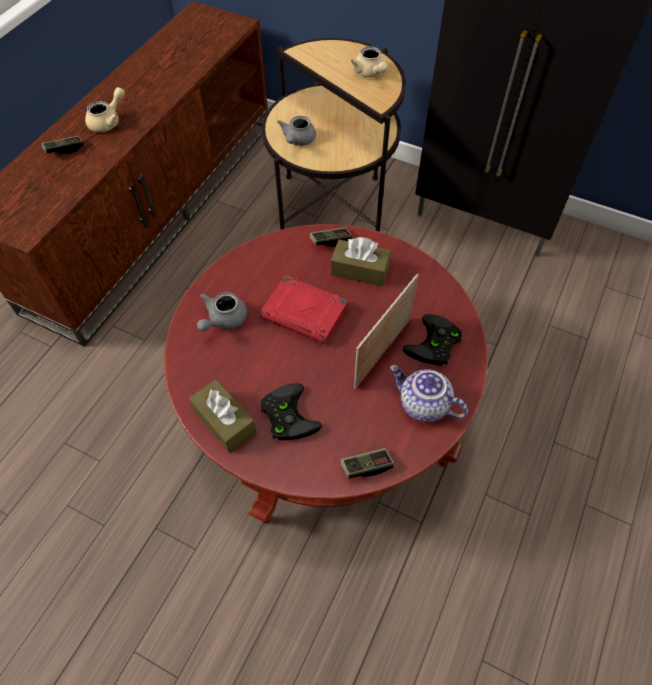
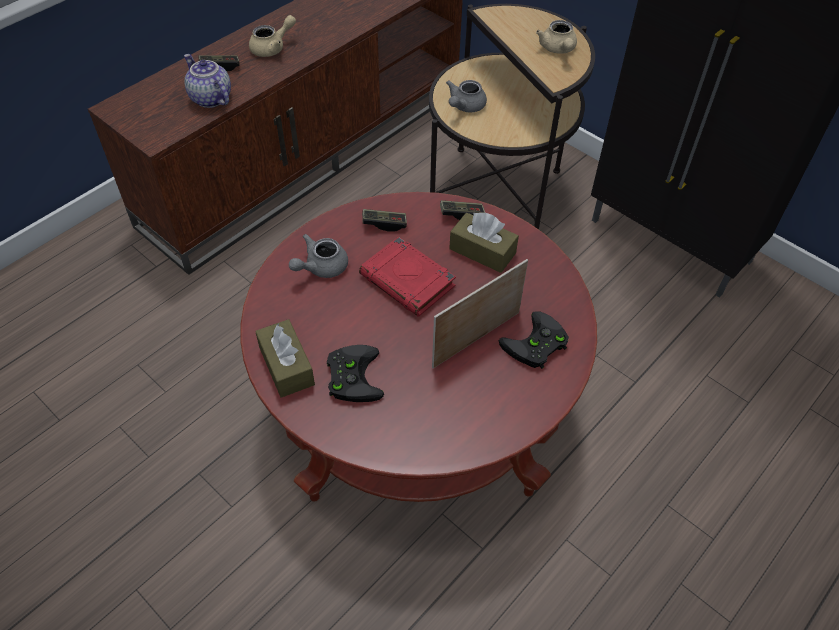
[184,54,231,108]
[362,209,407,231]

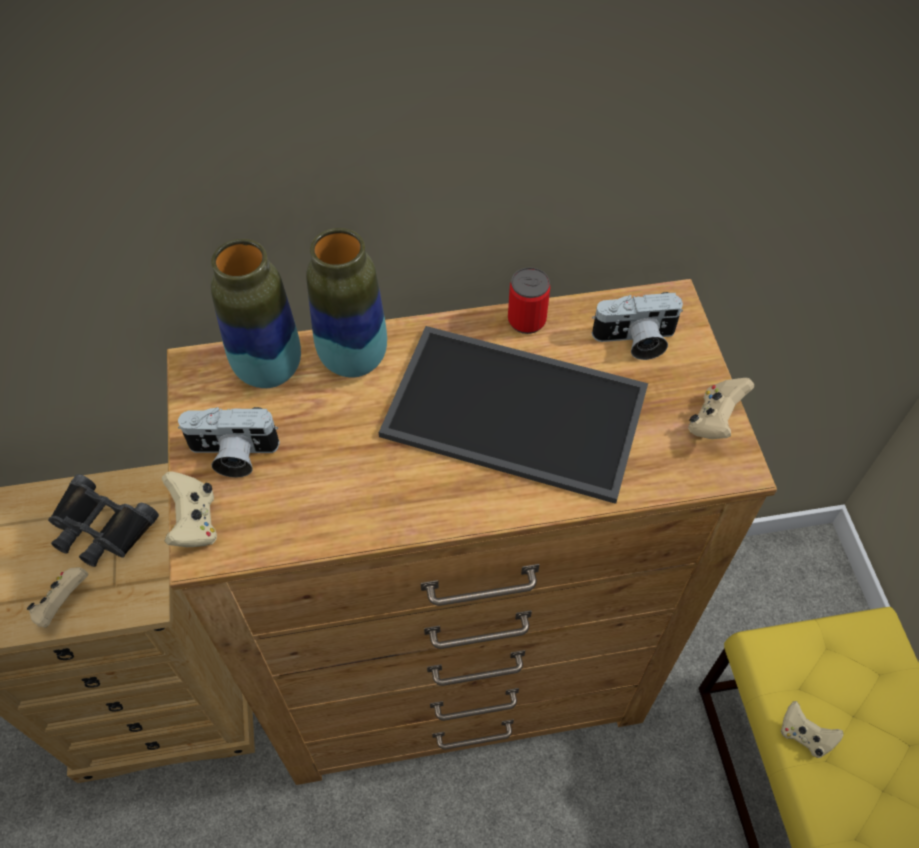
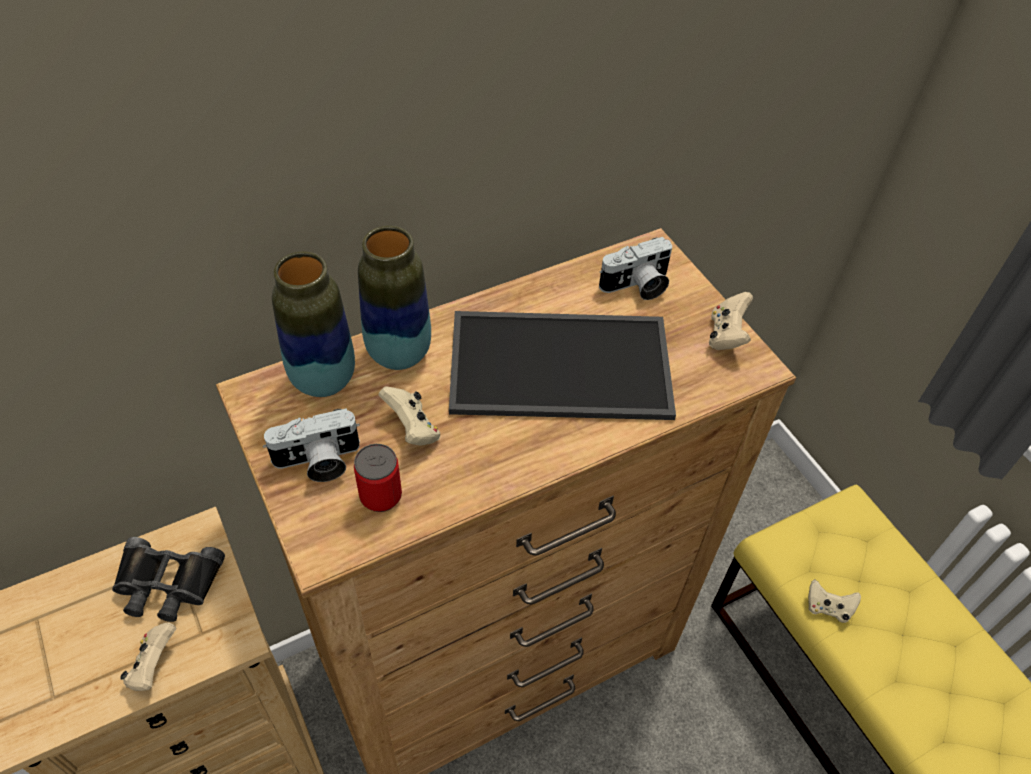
[354,444,402,512]
[378,386,440,446]

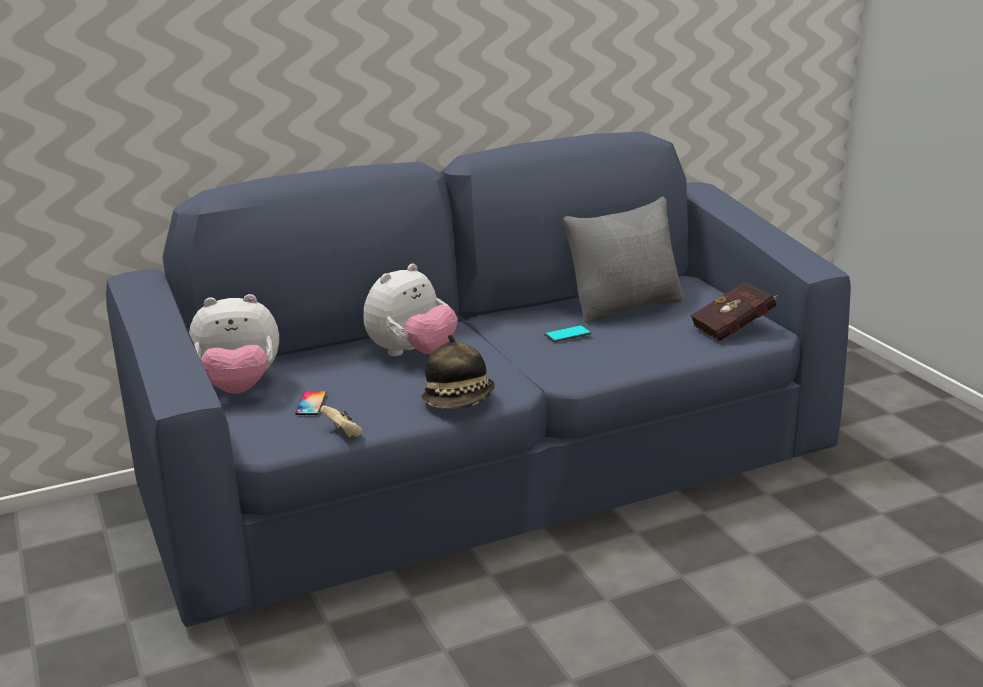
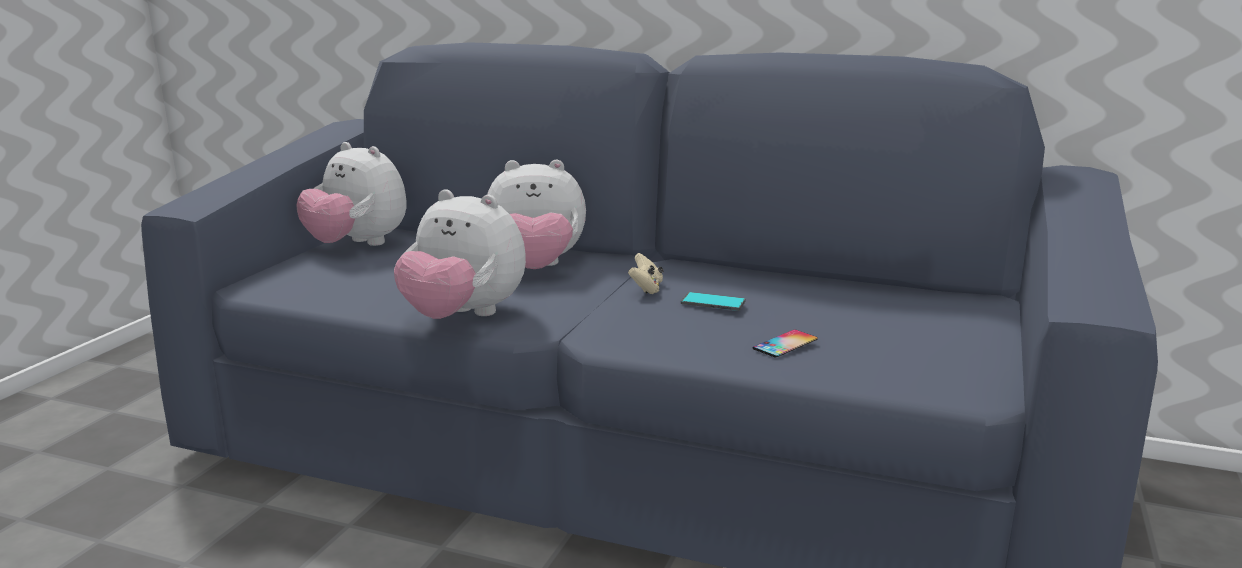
[394,189,526,319]
[628,253,664,294]
[753,329,818,358]
[563,197,684,323] (first image)
[690,282,778,341] (first image)

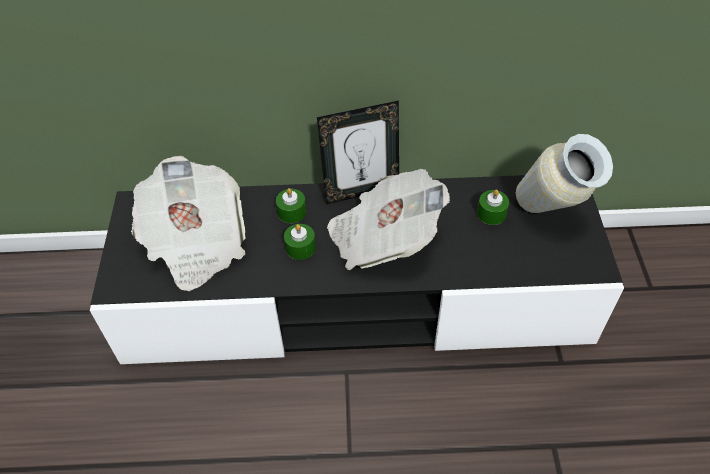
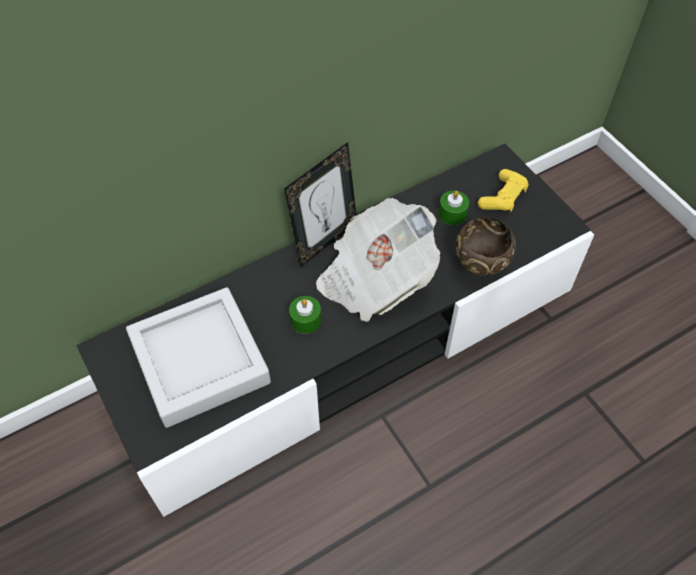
[126,287,271,428]
[456,217,516,276]
[478,169,528,212]
[276,188,306,223] (first image)

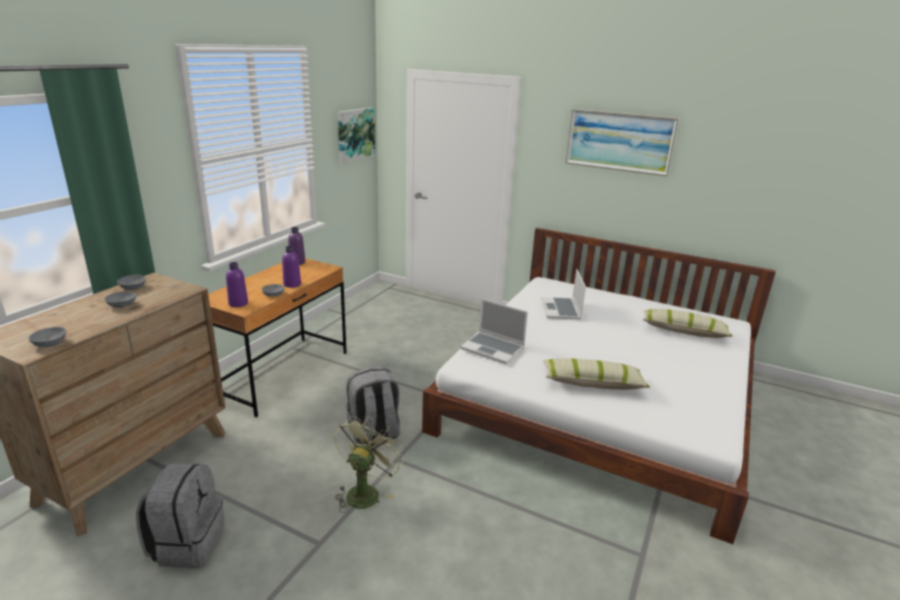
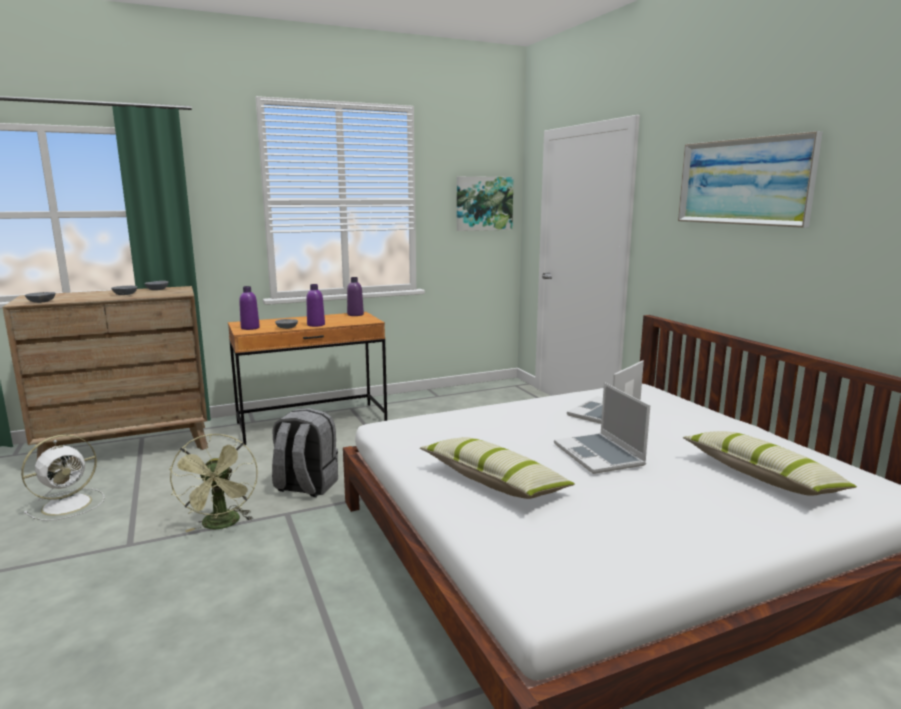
[21,435,105,521]
[169,433,258,532]
[554,382,651,474]

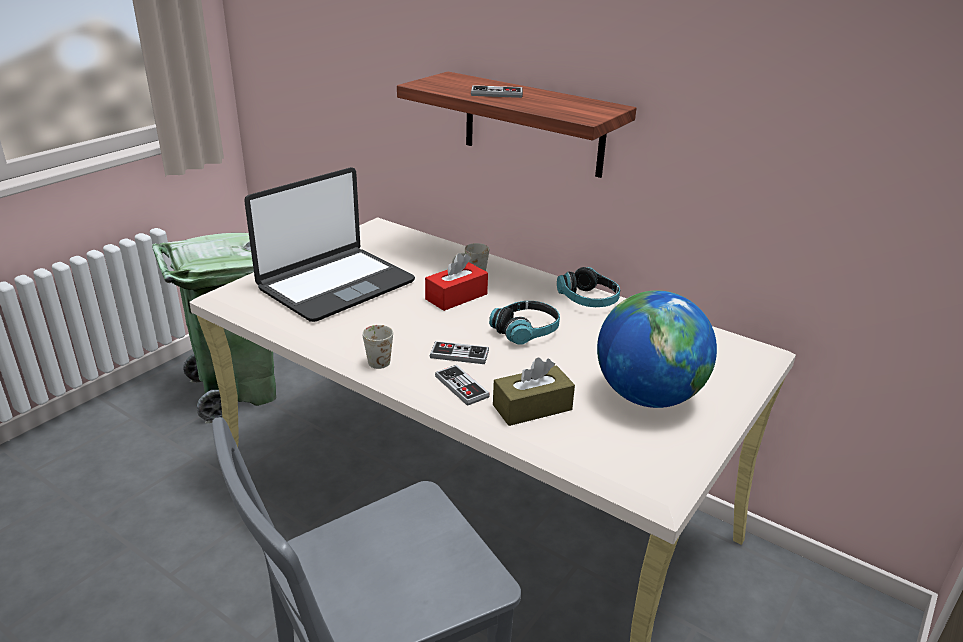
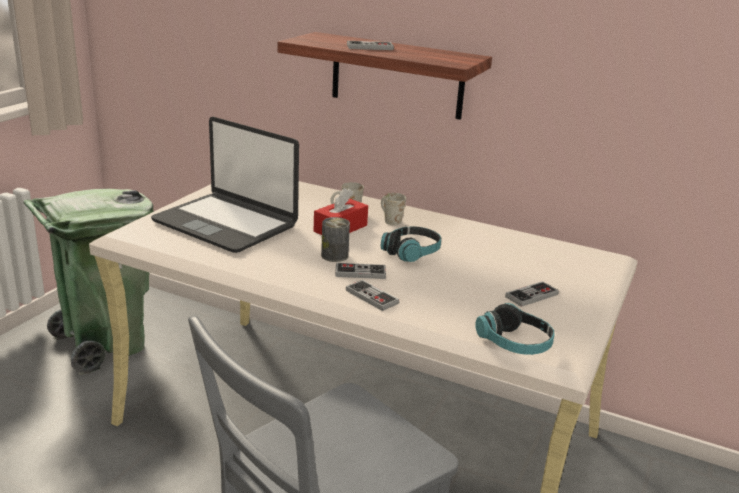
[151,117,299,253]
[321,217,350,262]
[381,193,406,225]
[475,303,555,355]
[505,281,559,307]
[493,358,575,426] (first image)

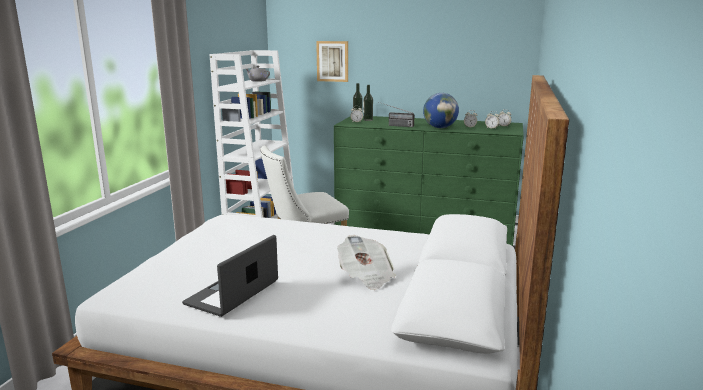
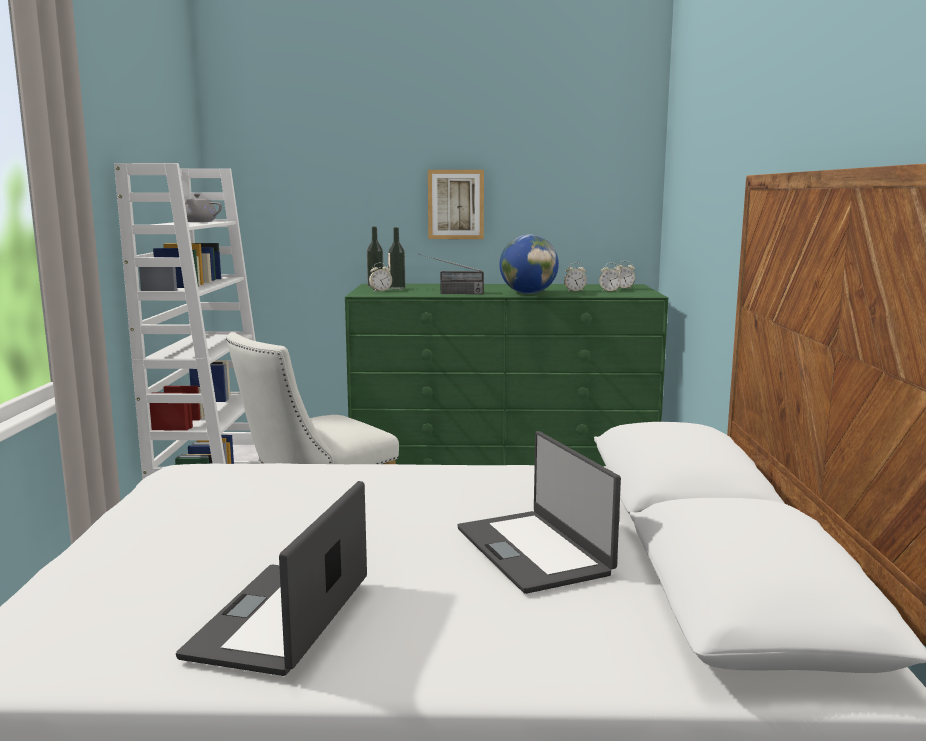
[428,170,484,239]
[458,431,621,594]

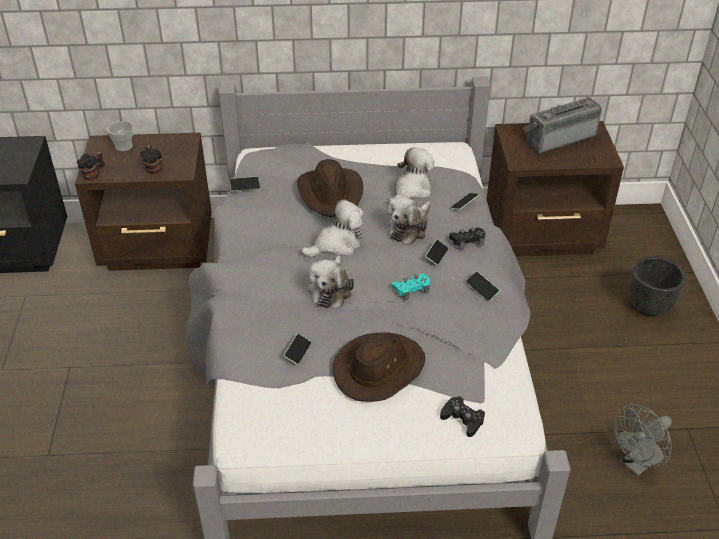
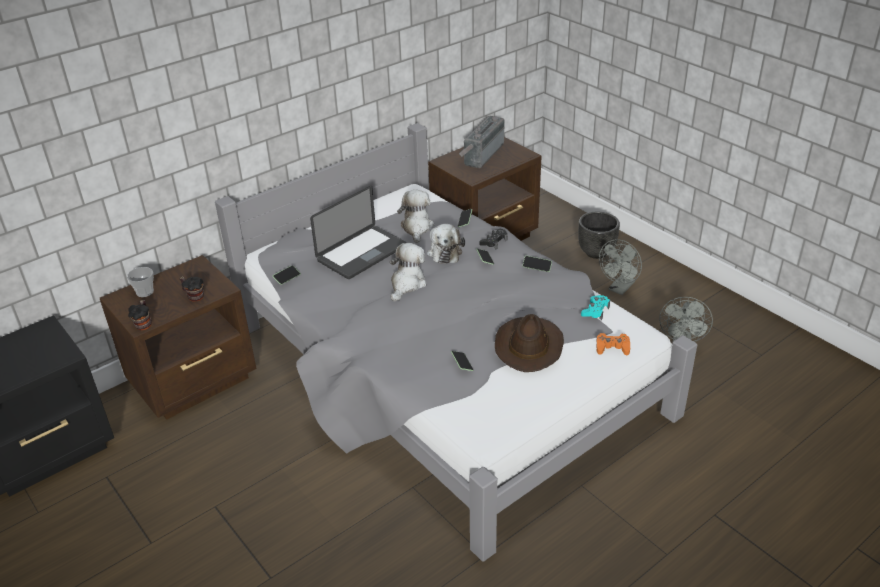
[310,186,407,279]
[581,295,610,320]
[597,333,630,356]
[599,239,642,295]
[308,256,354,309] (first image)

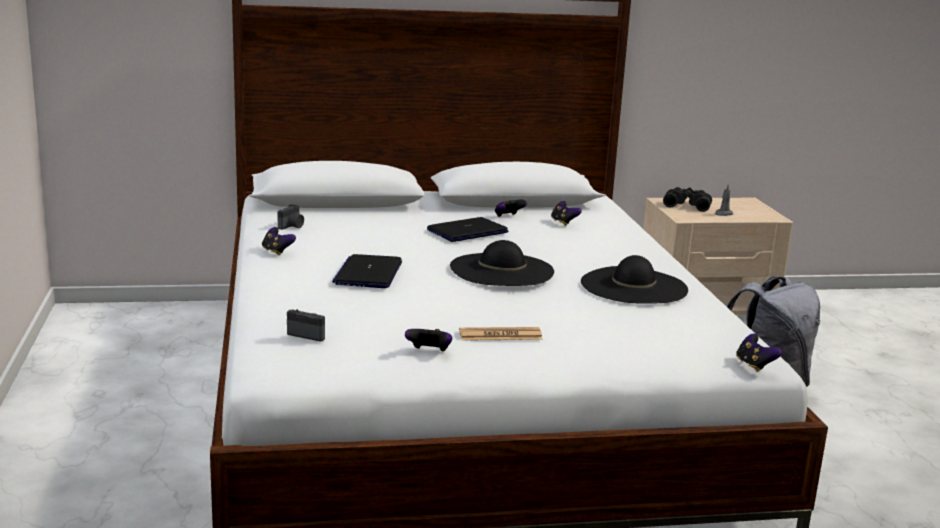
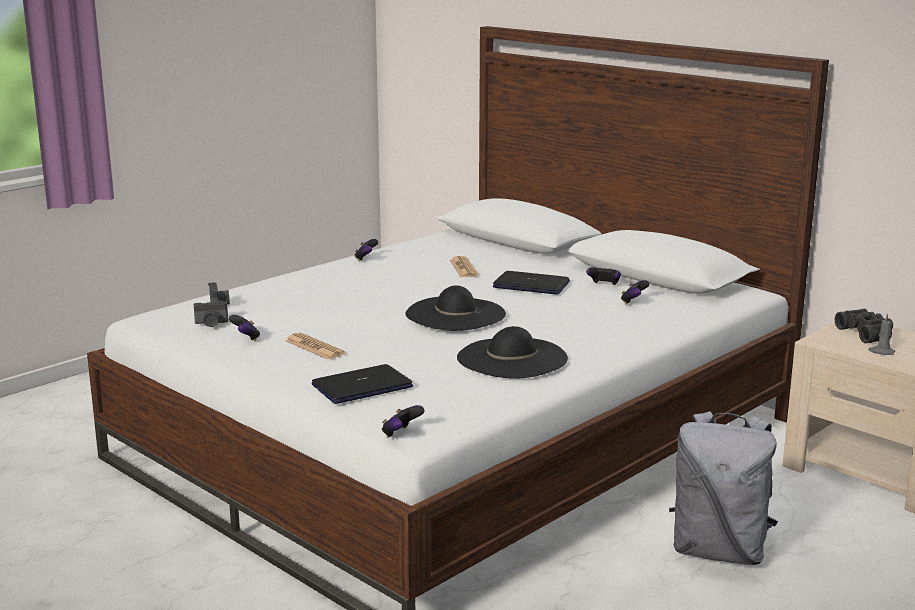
[194,300,228,327]
[312,364,413,404]
[450,256,478,277]

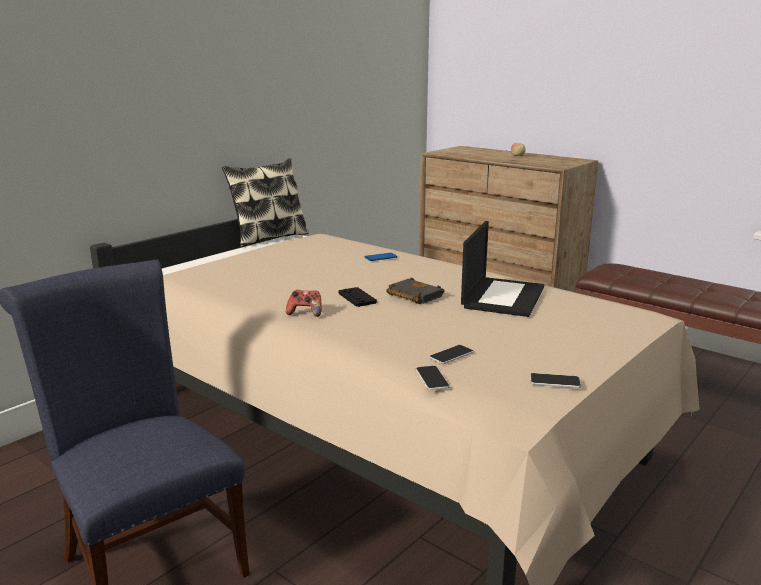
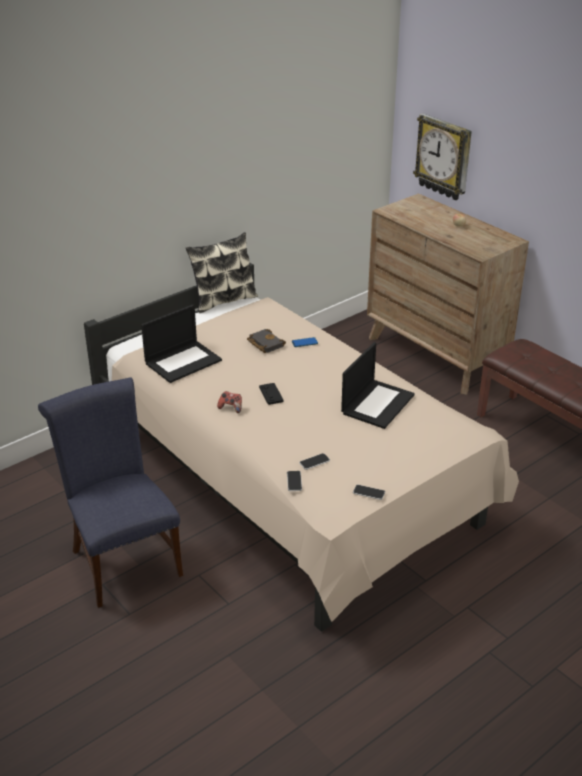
[141,305,222,383]
[247,329,286,353]
[413,114,472,200]

